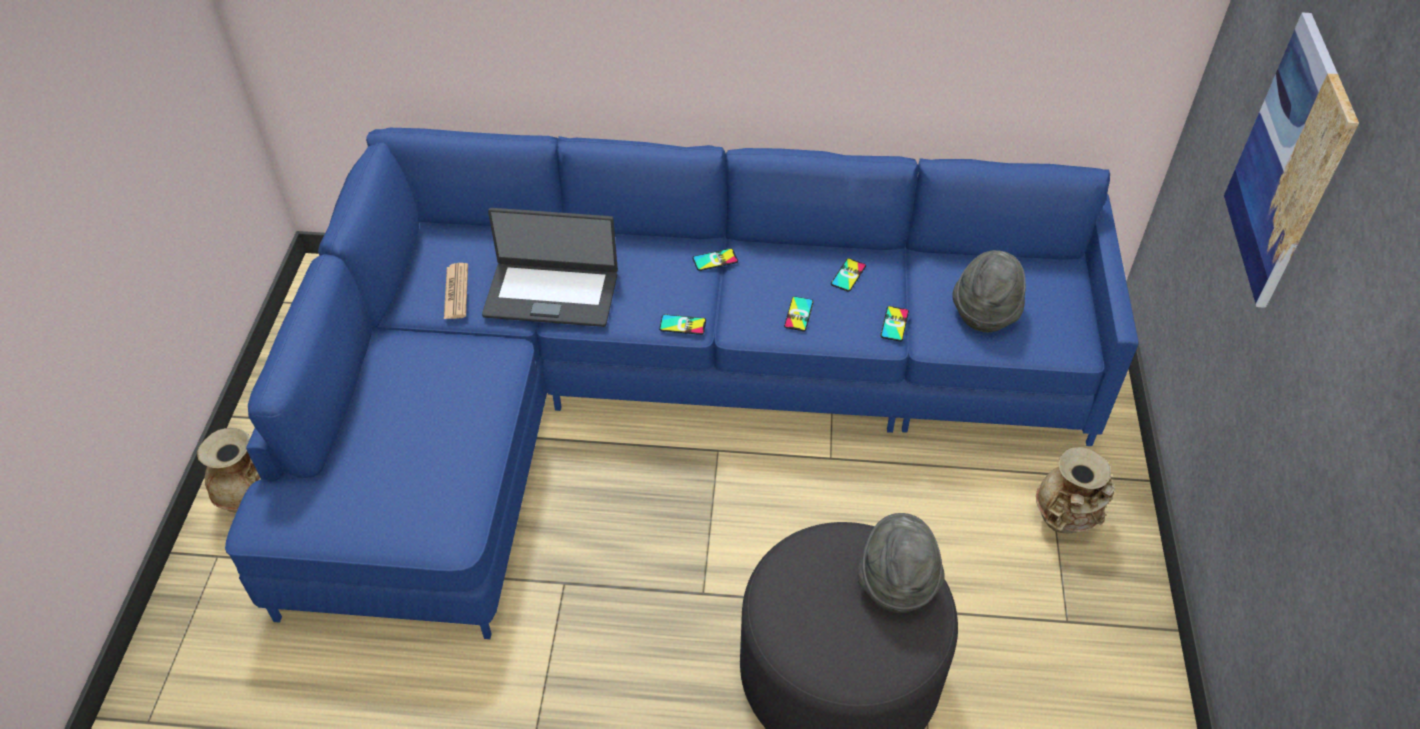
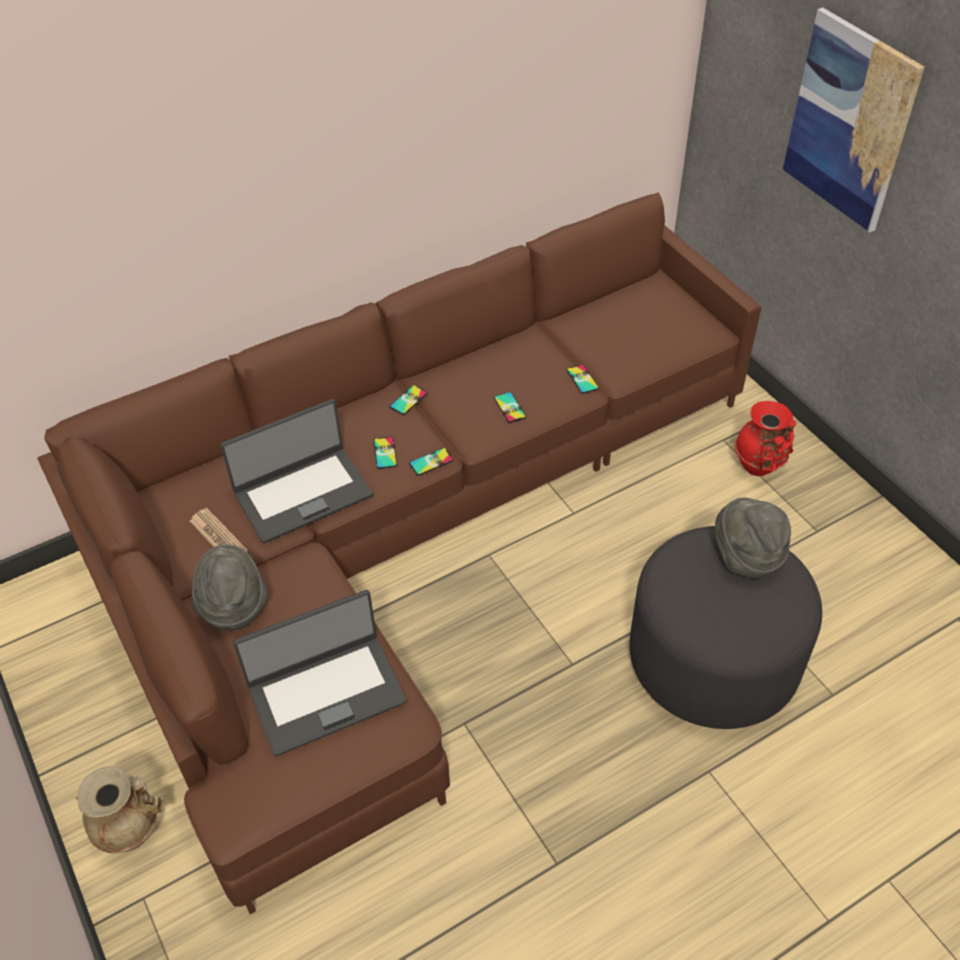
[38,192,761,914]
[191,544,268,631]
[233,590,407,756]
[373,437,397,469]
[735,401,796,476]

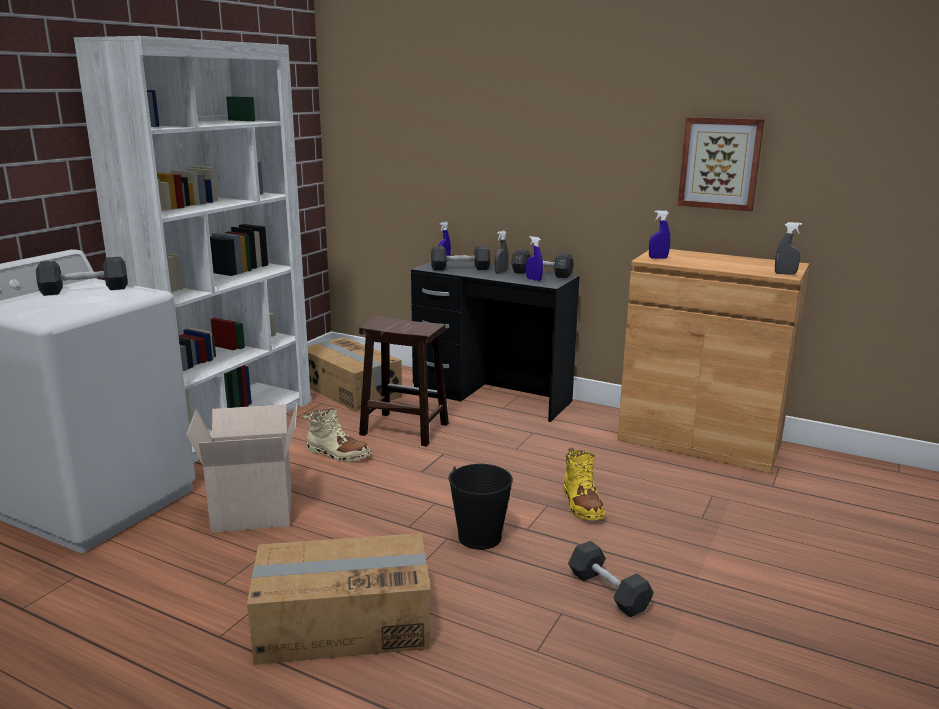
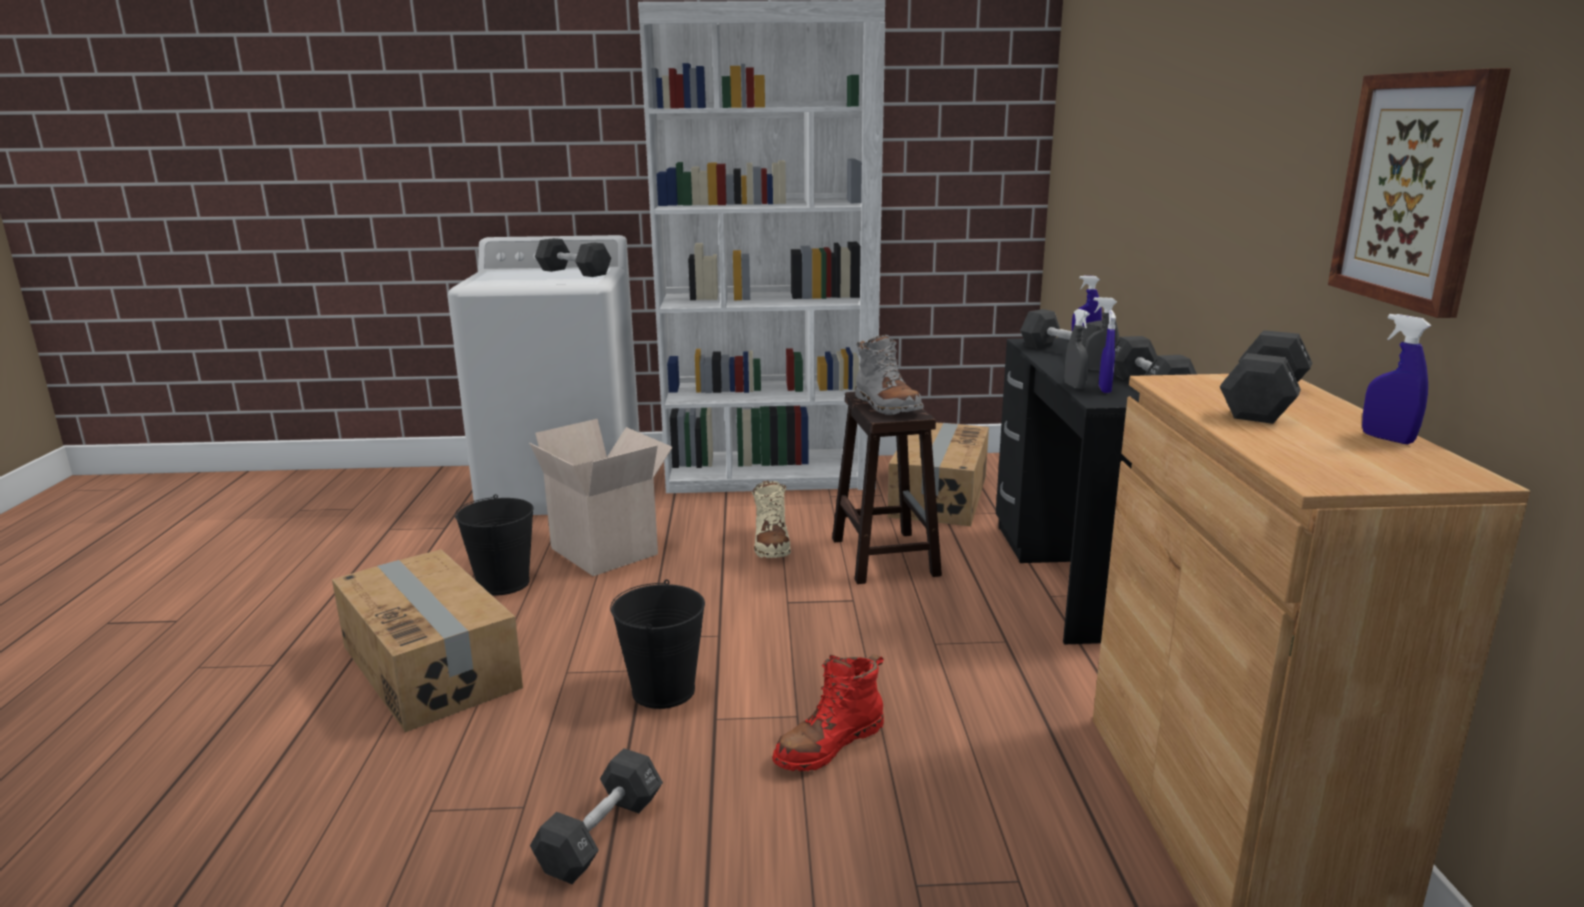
[455,494,534,595]
[772,654,884,771]
[855,335,924,415]
[1064,309,1090,389]
[1220,330,1312,424]
[1362,314,1431,444]

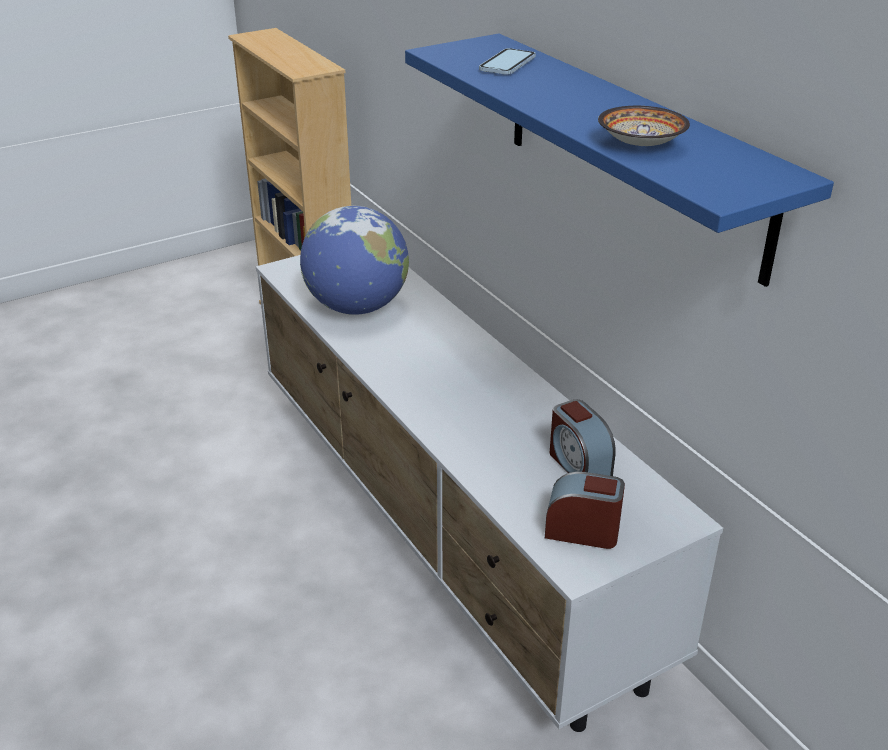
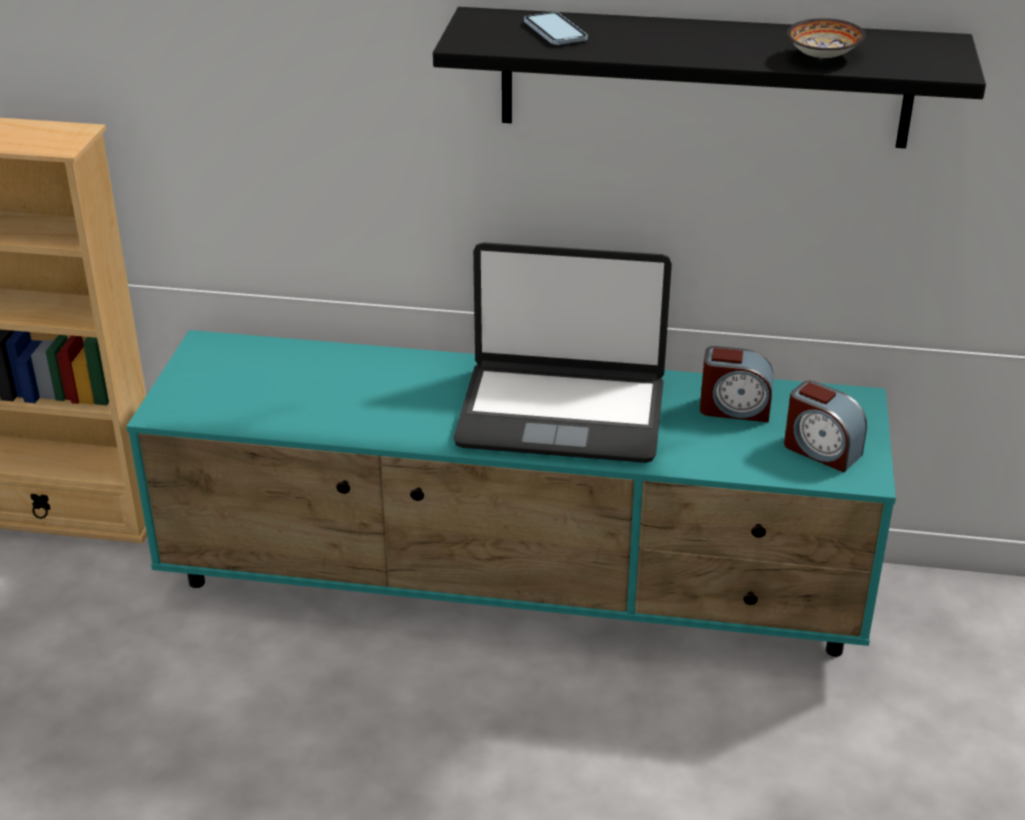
[126,330,896,657]
[433,7,986,148]
[453,242,672,463]
[784,381,867,473]
[300,206,409,315] (first image)

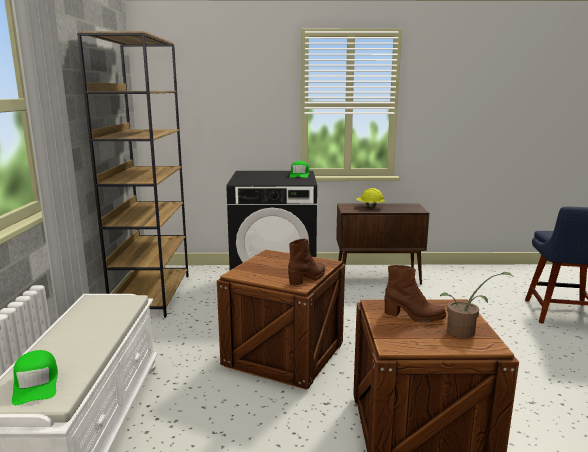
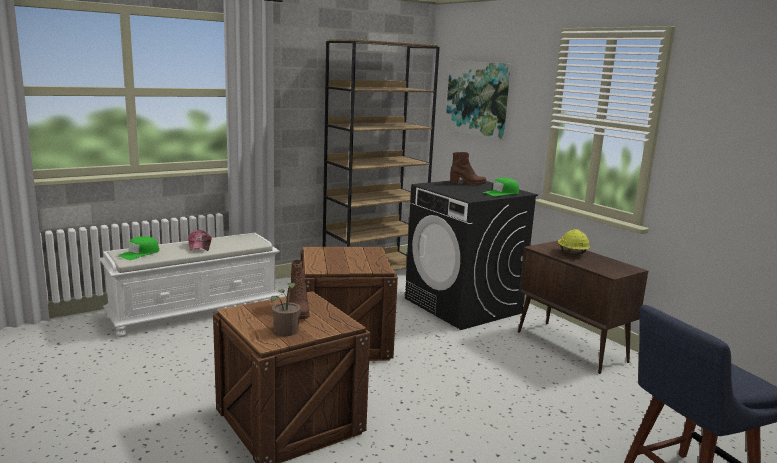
[188,230,212,251]
[445,61,511,140]
[450,152,487,185]

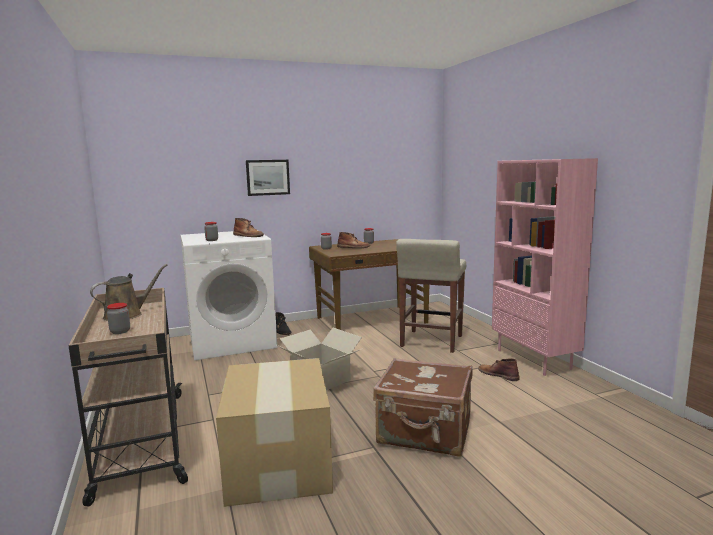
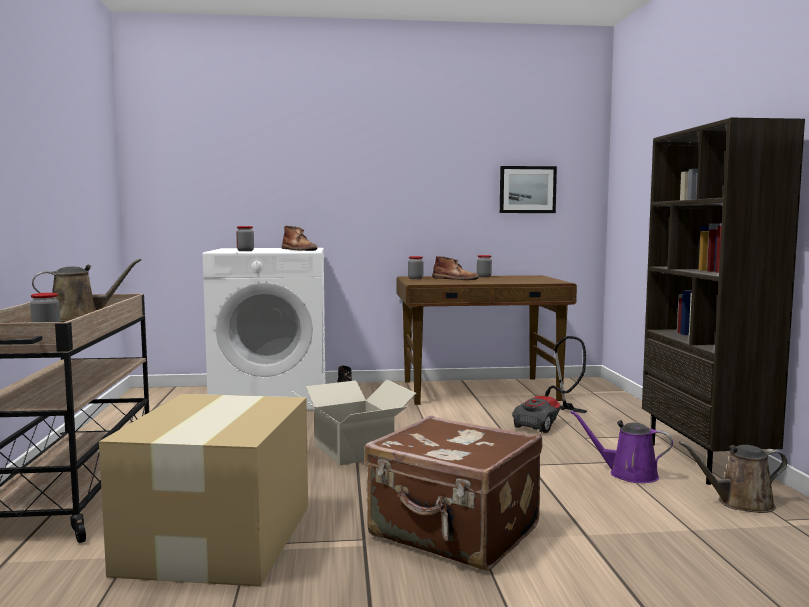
[500,166,557,213]
[512,336,587,433]
[570,410,673,483]
[642,118,805,485]
[679,441,787,513]

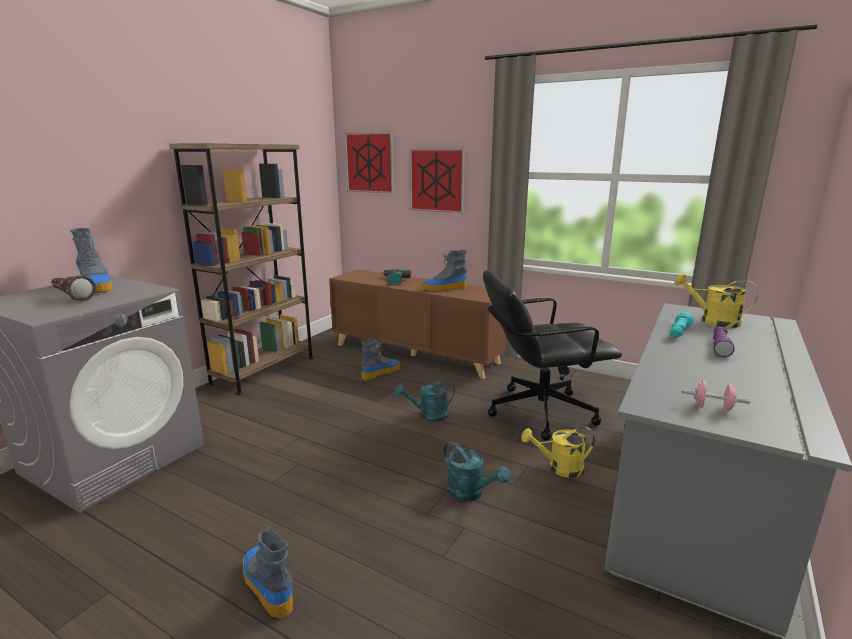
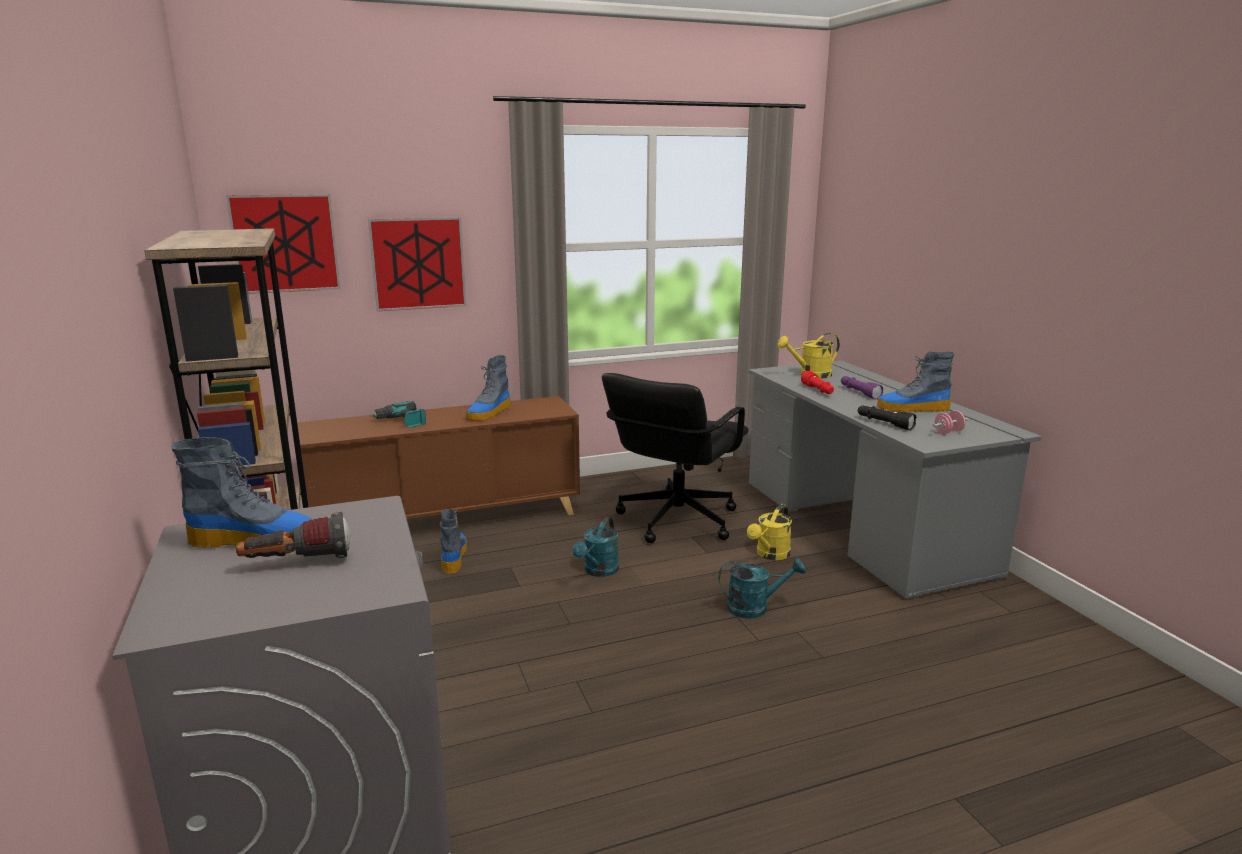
[801,371,834,394]
[858,405,917,430]
[877,352,954,413]

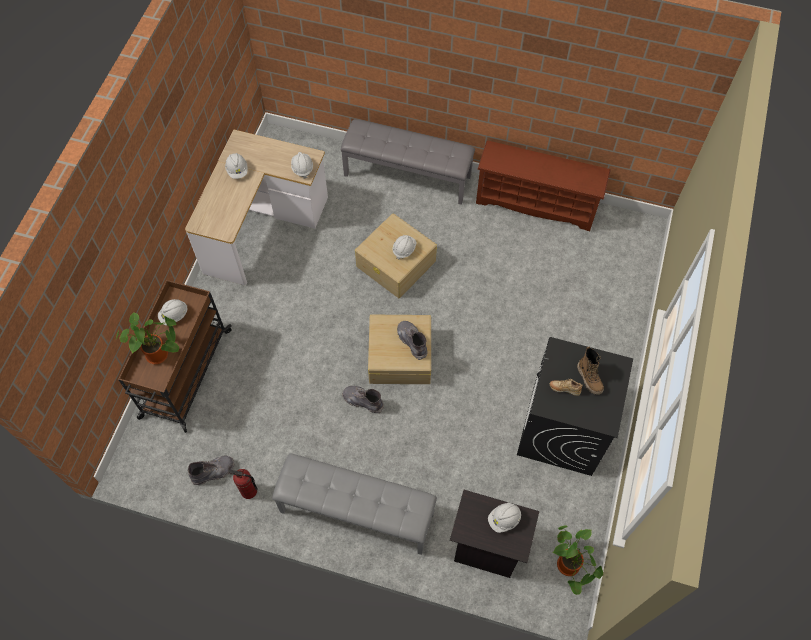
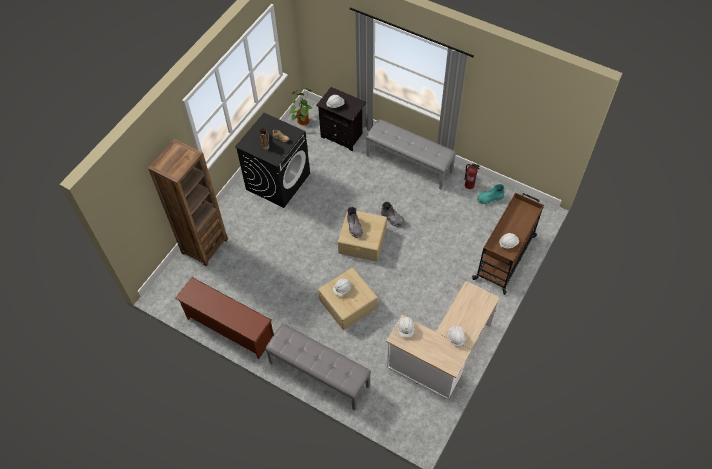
[148,139,228,267]
[477,184,504,205]
[116,312,179,364] (first image)

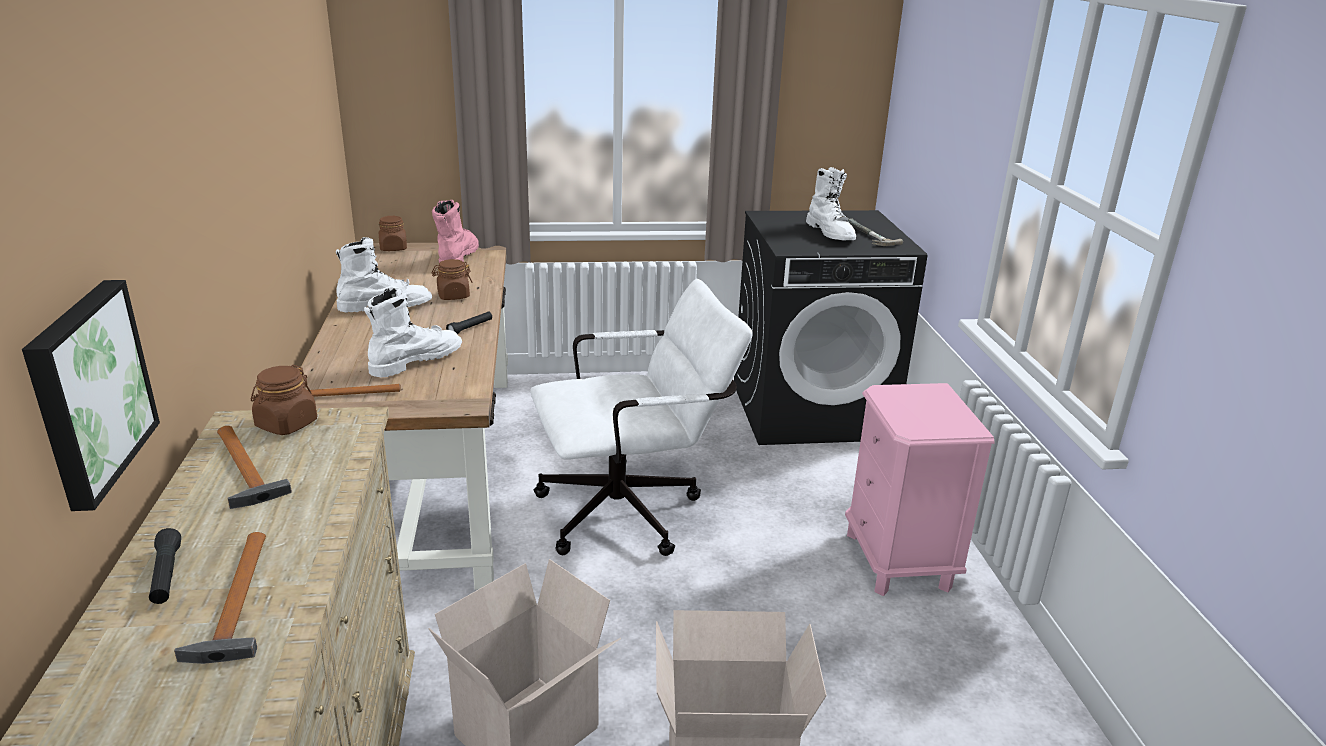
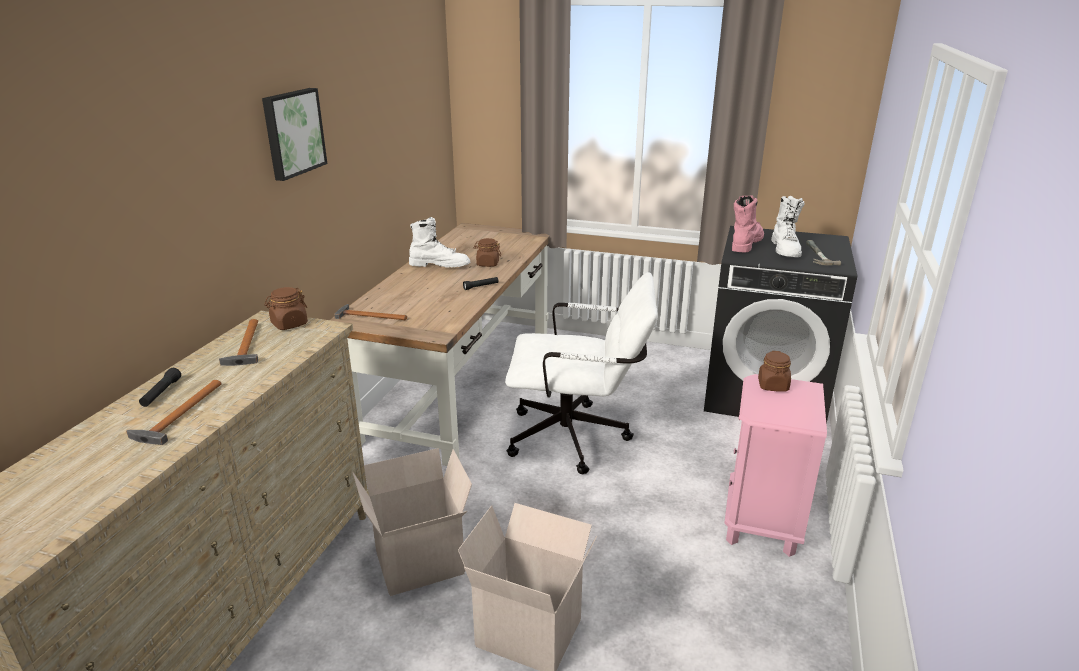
[262,88,327,181]
[732,195,764,252]
[758,351,791,392]
[364,287,462,377] (first image)

